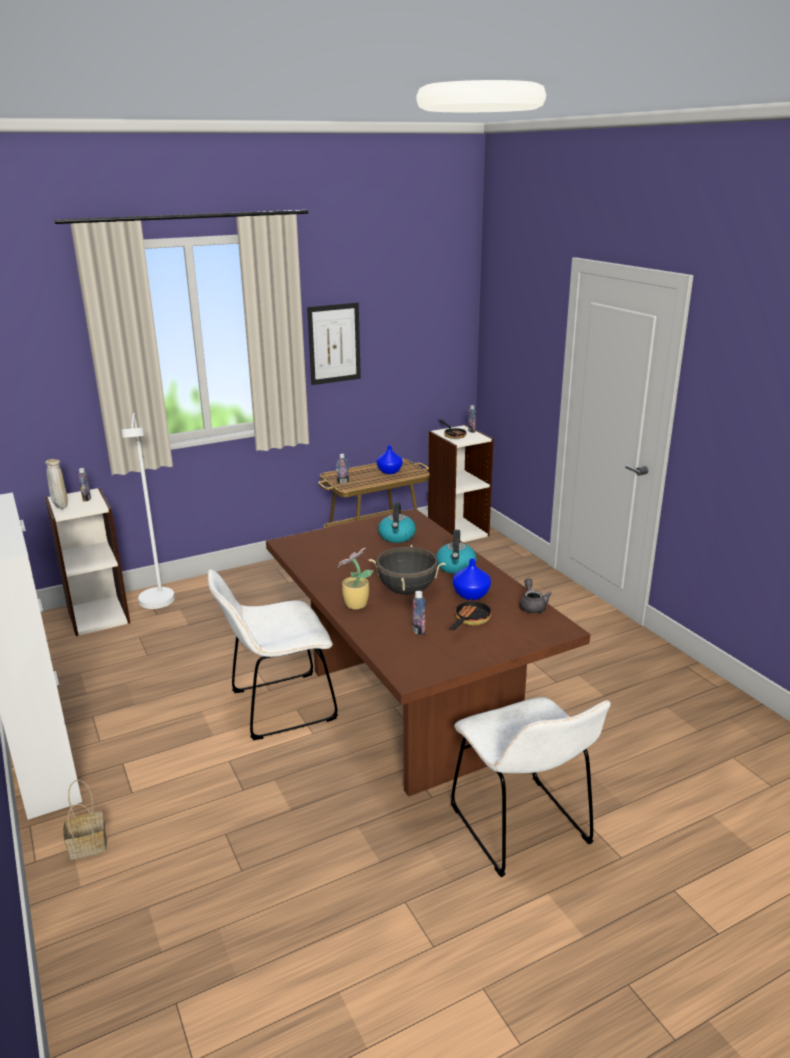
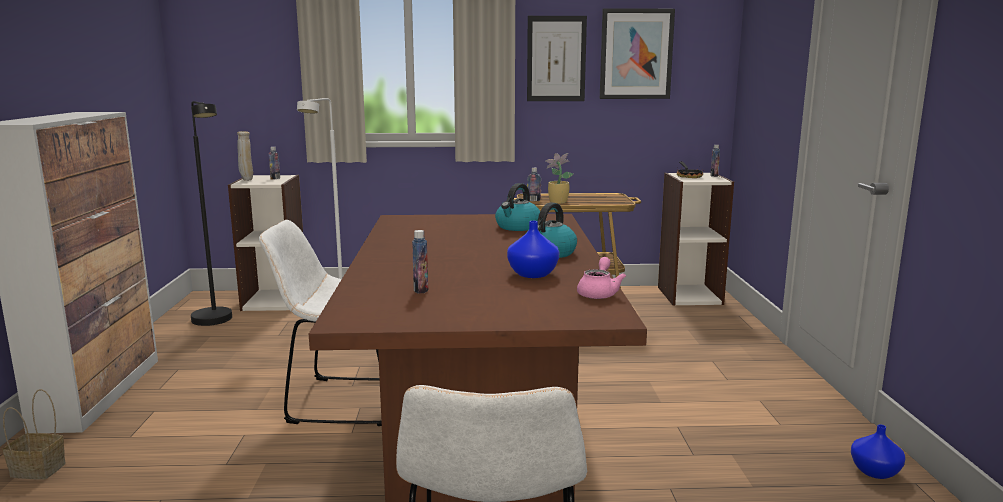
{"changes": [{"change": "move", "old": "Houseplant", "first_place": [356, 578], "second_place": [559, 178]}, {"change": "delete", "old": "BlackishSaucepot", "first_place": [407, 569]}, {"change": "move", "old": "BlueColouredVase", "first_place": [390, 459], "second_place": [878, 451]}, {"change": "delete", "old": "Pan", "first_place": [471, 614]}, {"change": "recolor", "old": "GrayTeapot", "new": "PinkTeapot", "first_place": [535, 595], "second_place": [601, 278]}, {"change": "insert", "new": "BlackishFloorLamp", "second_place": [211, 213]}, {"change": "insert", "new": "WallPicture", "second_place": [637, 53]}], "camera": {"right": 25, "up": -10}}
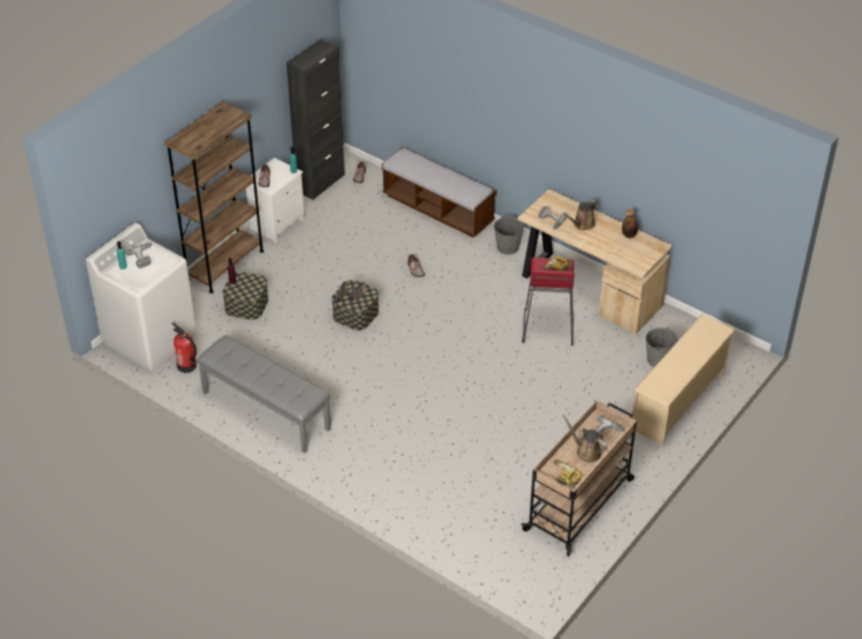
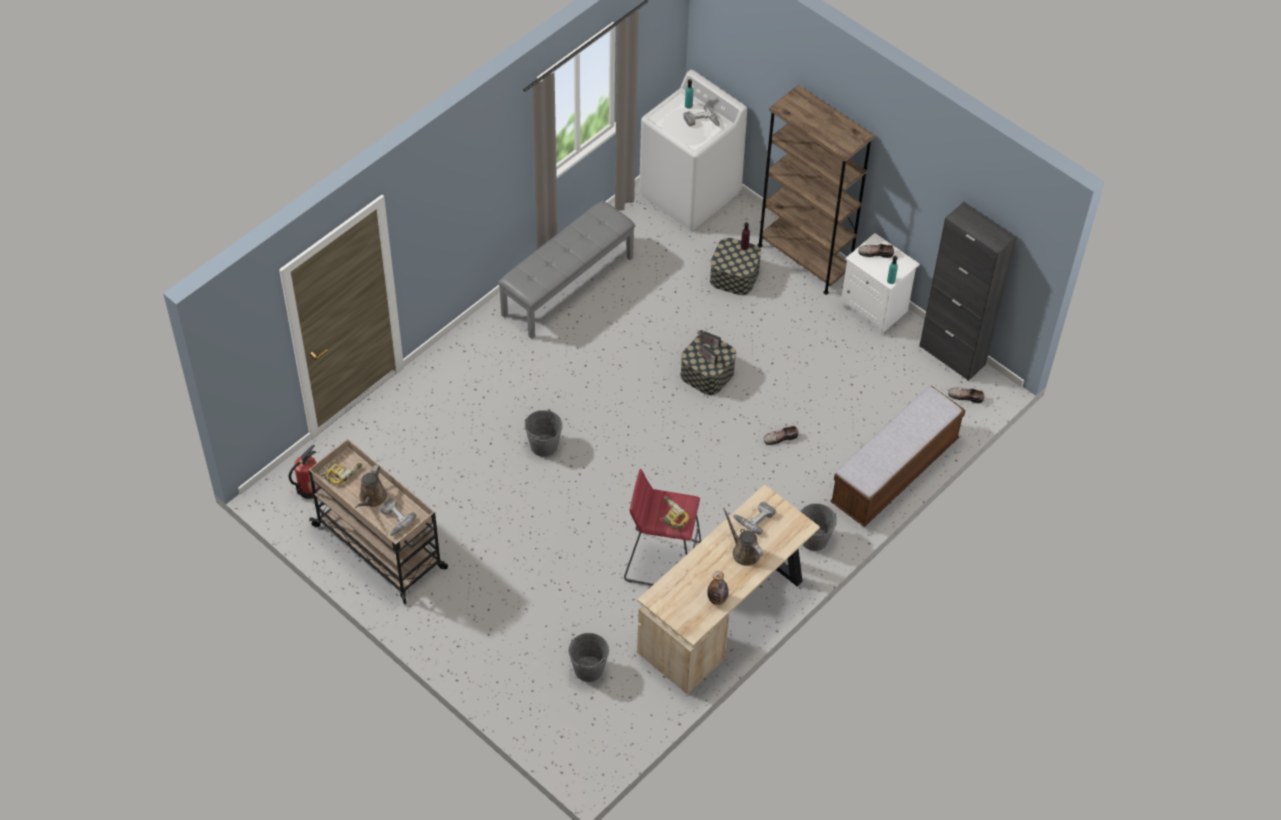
{"changes": [{"change": "move", "old": "Extinguisher", "first_place": [184, 347], "second_place": [304, 471]}, {"change": "rotate", "old": "BrownColouredSprinklingCan", "first_place": [584, 438], "second_place": [371, 486], "degrees": 150}, {"change": "delete", "old": "BeigeShoeStand", "first_place": [684, 380]}, {"change": "insert", "new": "GrayBucket", "second_place": [544, 433]}], "camera": {"right": 95, "up": 10}}
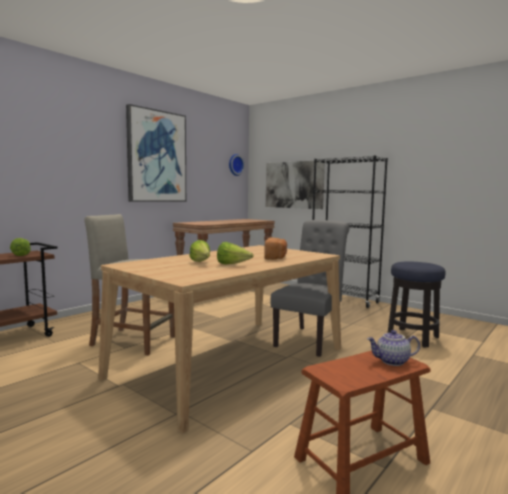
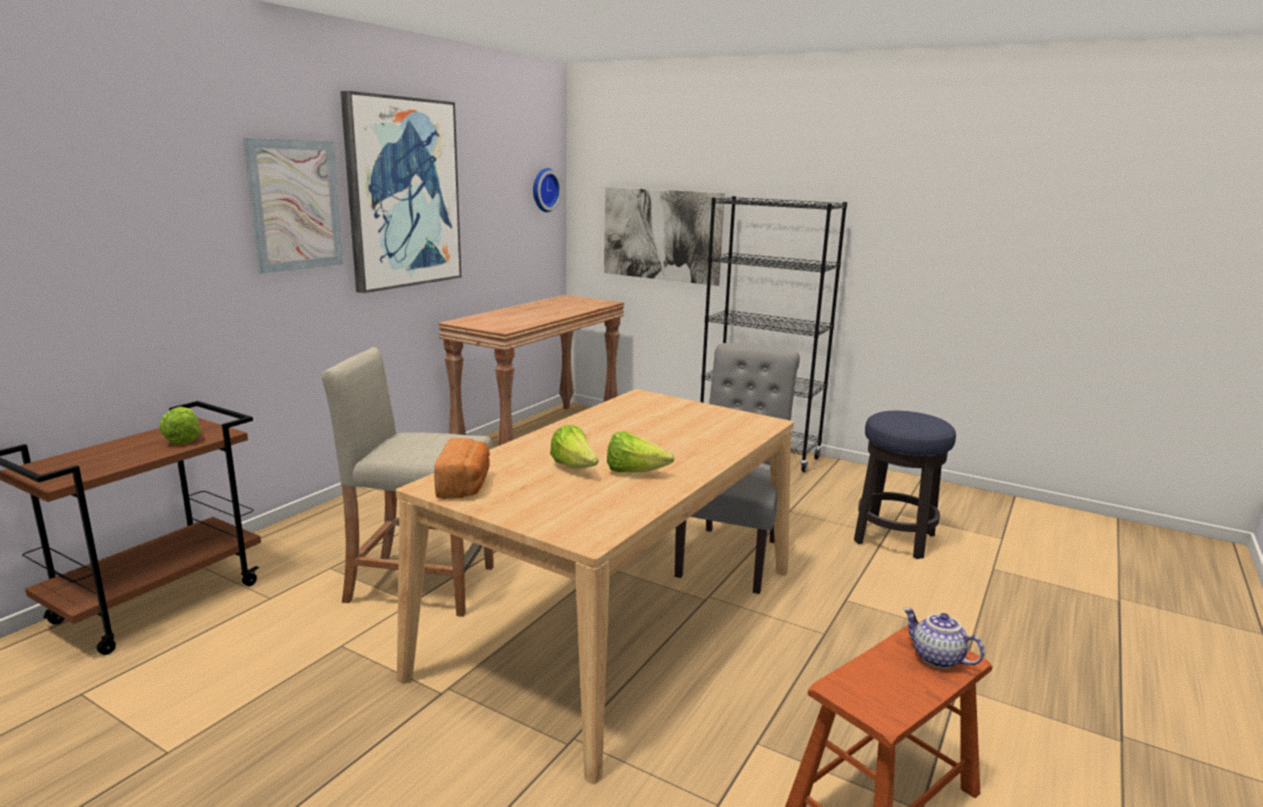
{"changes": [{"change": "move", "old": "Bread", "first_place": [275, 248], "second_place": [462, 468]}, {"change": "rotate", "old": "Teapot", "first_place": [393, 348], "second_place": [944, 638], "degrees": 60}, {"change": "insert", "new": "WallPicture", "second_place": [293, 206]}], "camera": {"right": -10, "up": 10}}
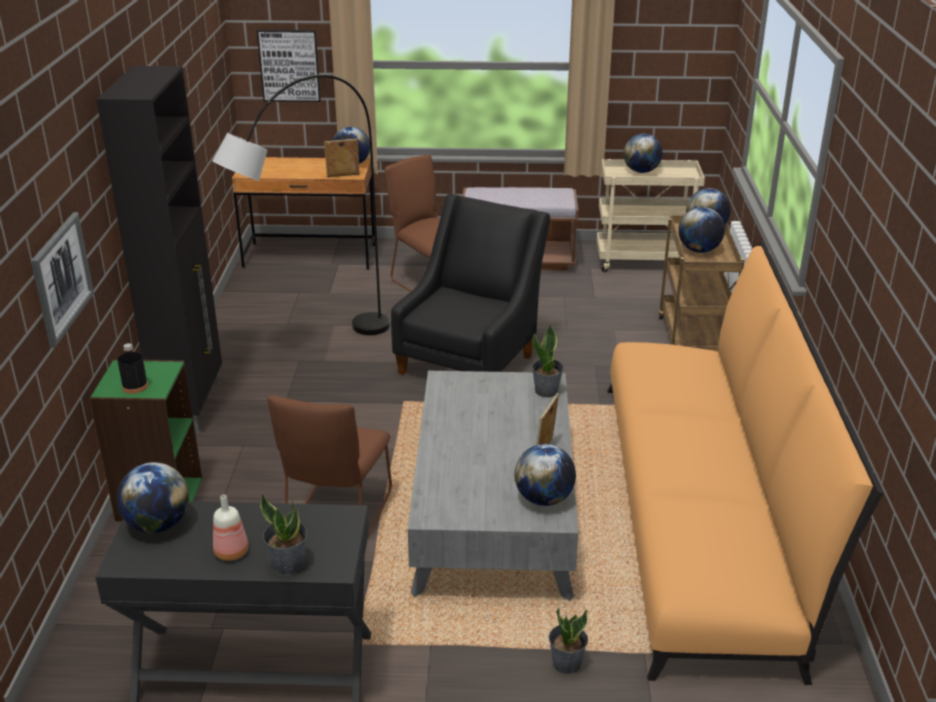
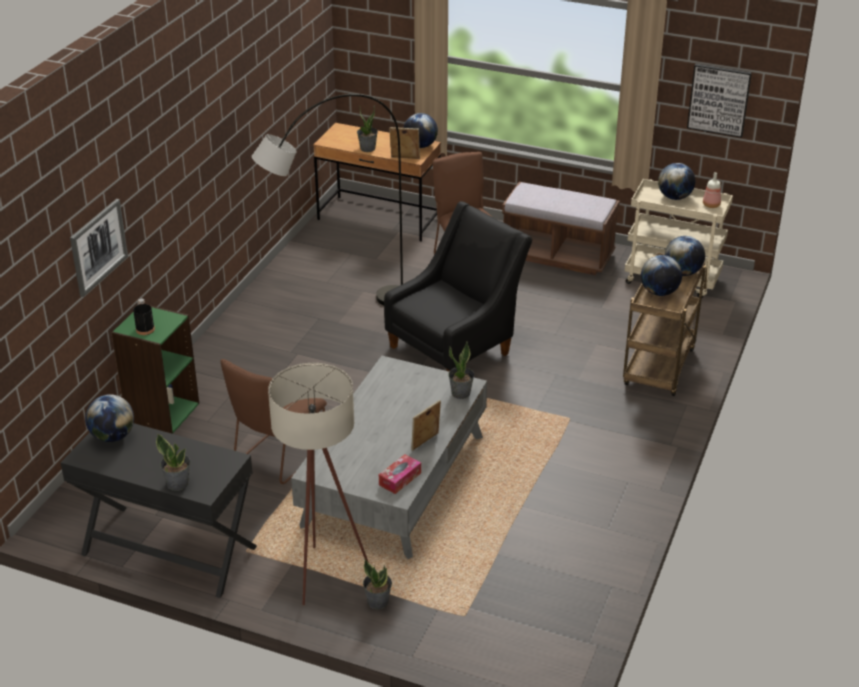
{"changes": [{"change": "delete", "old": "BlackishStorageCabinet", "first_place": [159, 249]}, {"change": "move", "old": "Bottle", "first_place": [230, 528], "second_place": [712, 190]}, {"change": "move", "old": "WallPicture", "first_place": [289, 66], "second_place": [719, 101]}, {"change": "replace", "old": "WorldGlobe", "new": "TissueHolder", "first_place": [545, 475], "second_place": [400, 474]}, {"change": "delete", "old": "OrangeSettee", "first_place": [746, 463]}, {"change": "insert", "new": "BeigeFloorLamp", "second_place": [318, 484]}, {"change": "insert", "new": "Houseplant", "second_place": [367, 128]}], "camera": {"right": 20, "up": 5}}
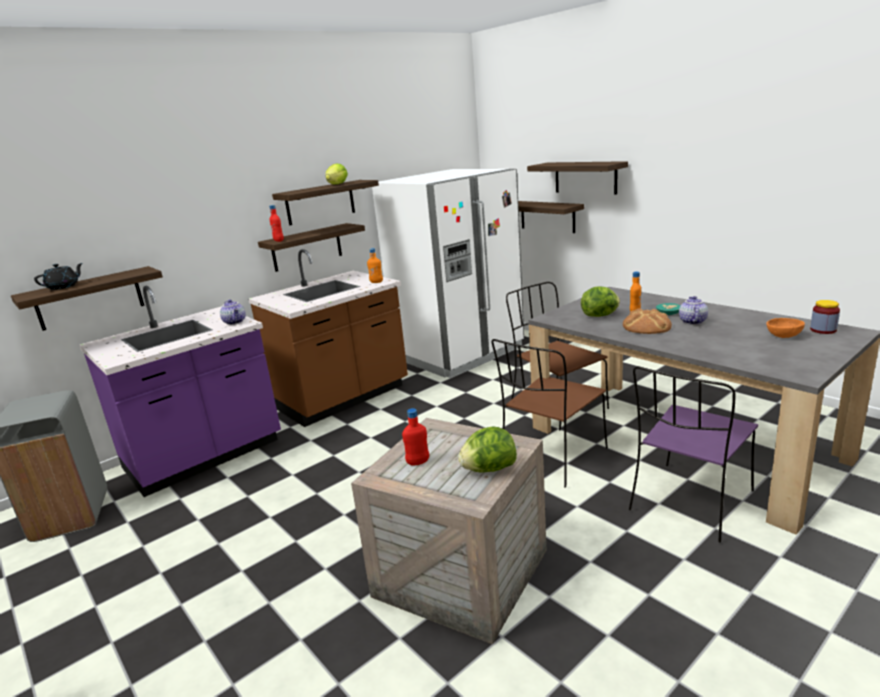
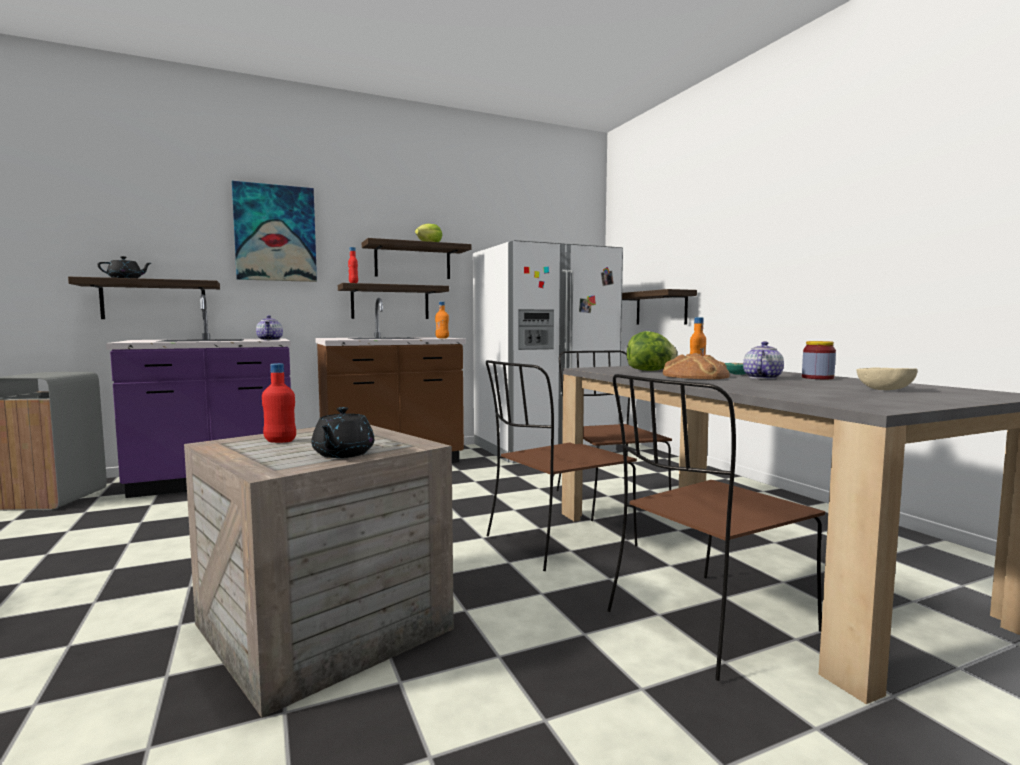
{"changes": [{"change": "replace", "old": "HeadOfLettuce", "new": "BlackishTeapot", "first_place": [487, 449], "second_place": [342, 432]}, {"change": "delete", "old": "WallShelf", "first_place": [577, 178]}, {"change": "recolor", "old": "PurplishPlainChair", "new": "BrownColouredPlainChair", "first_place": [693, 454], "second_place": [716, 527]}, {"change": "recolor", "old": "OrangeDeepDish", "new": "BeigeDeepDish", "first_place": [785, 328], "second_place": [887, 379]}, {"change": "move", "old": "StorageJar", "first_place": [825, 317], "second_place": [819, 360]}, {"change": "insert", "new": "WallPicture", "second_place": [274, 231]}], "camera": {"right": 15, "up": -15}}
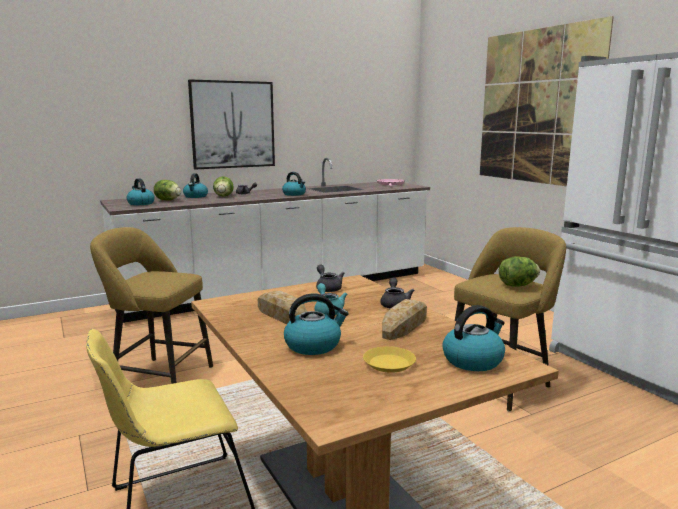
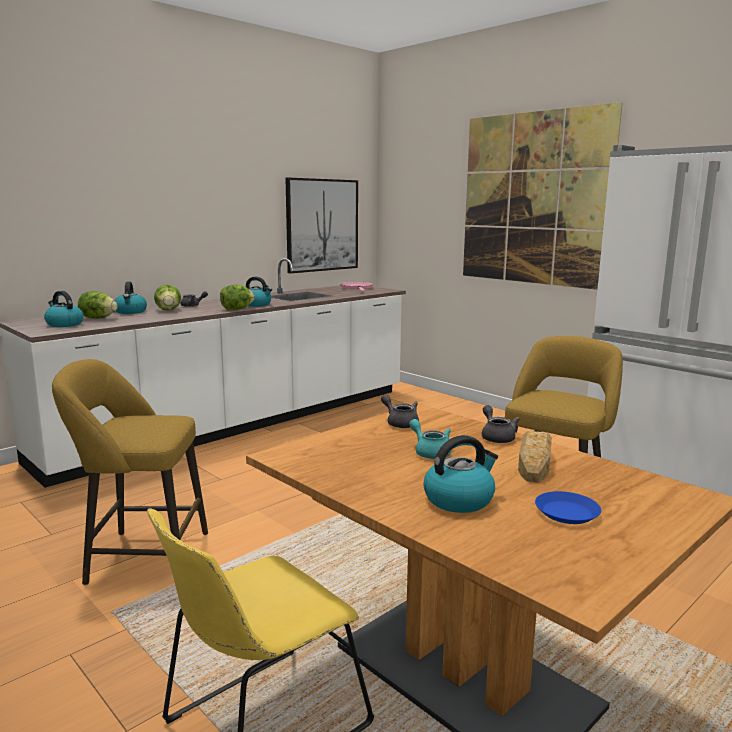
{"changes": [{"change": "move", "old": "WallPicture", "first_place": [231, 124], "second_place": [321, 226]}, {"change": "delete", "old": "Bread", "first_place": [282, 307]}, {"change": "recolor", "old": "YellowFlatDish", "new": "BlueColouredFlatDish", "first_place": [389, 359], "second_place": [568, 507]}, {"change": "delete", "old": "Kettle", "first_place": [473, 338]}, {"change": "move", "old": "HeadOfLettuce", "first_place": [519, 271], "second_place": [237, 297]}], "camera": {"right": -15, "up": 0}}
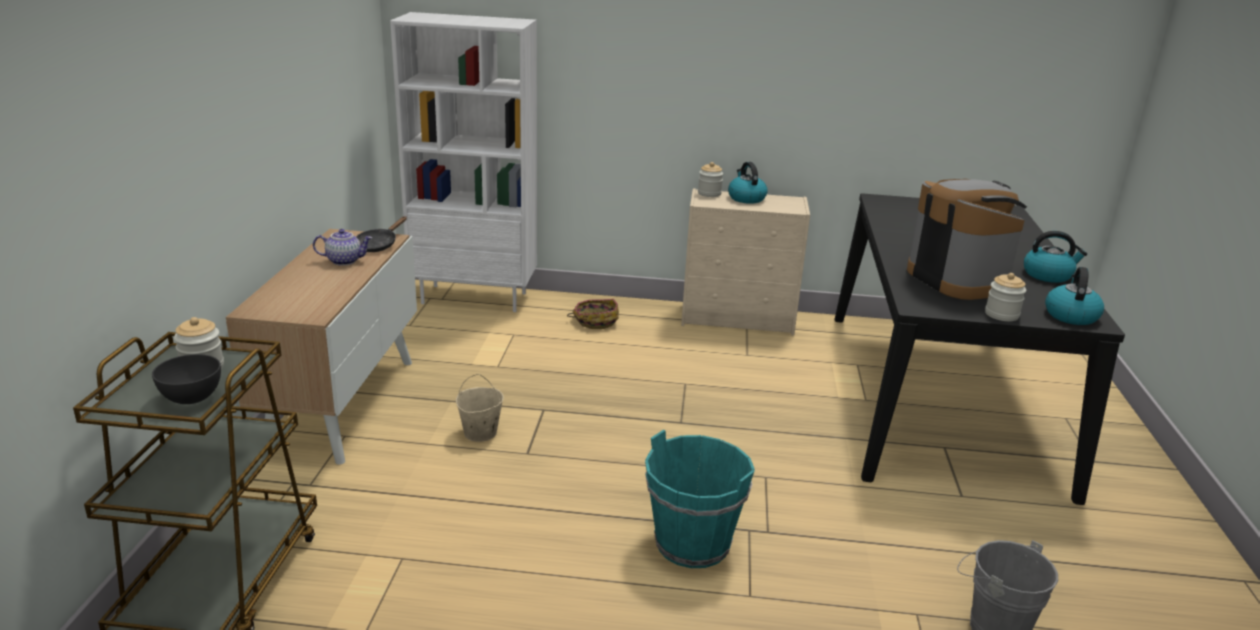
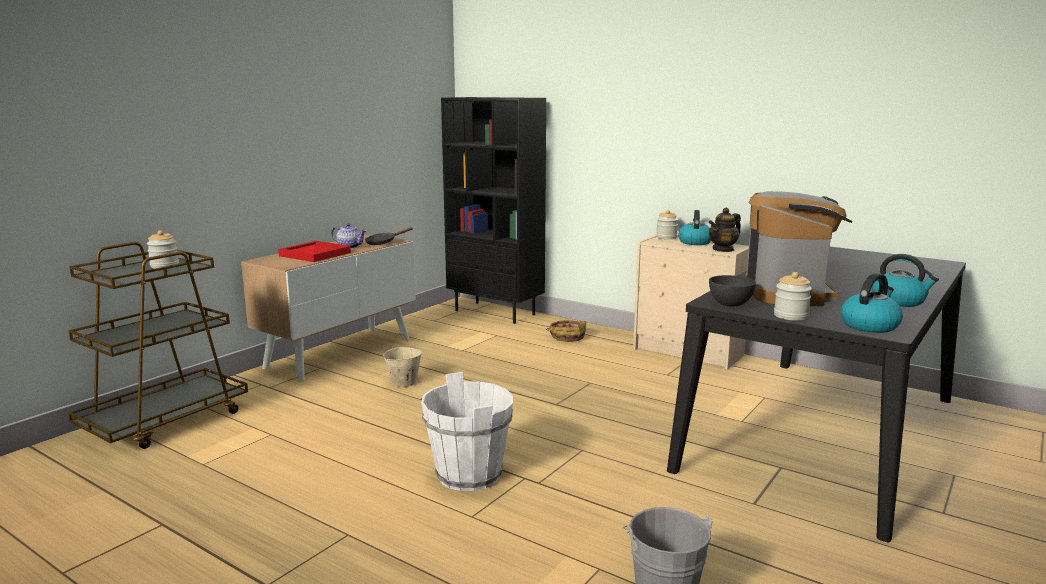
{"changes": [{"change": "move", "old": "GrayDeepDish", "first_place": [186, 379], "second_place": [732, 290]}, {"change": "recolor", "old": "WhiteBookcase", "new": "BlackishBookcase", "first_place": [463, 162], "second_place": [493, 210]}, {"change": "recolor", "old": "BlueGreenBucket", "new": "WhiteBucket", "first_place": [700, 499], "second_place": [467, 431]}, {"change": "insert", "new": "ReddishServingTray", "second_place": [314, 251]}, {"change": "insert", "new": "Teapot", "second_place": [725, 229]}], "camera": {"right": 30, "up": -10}}
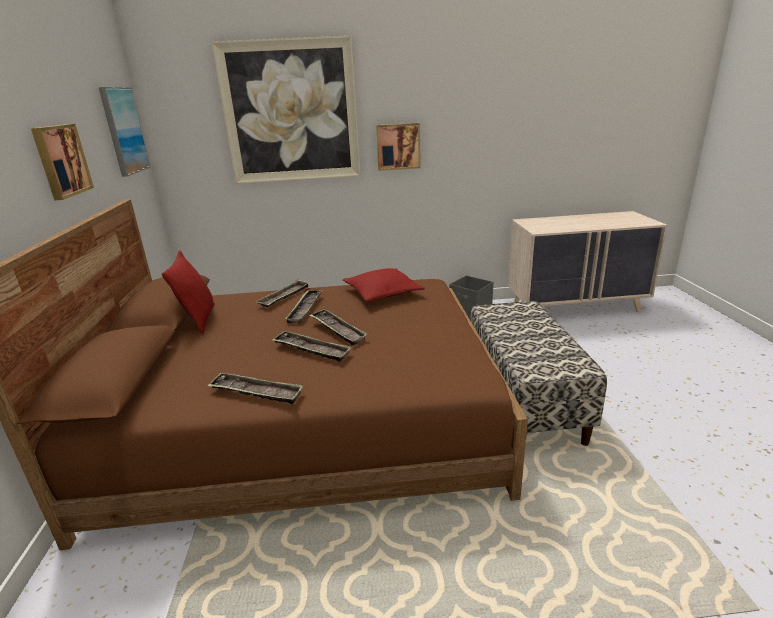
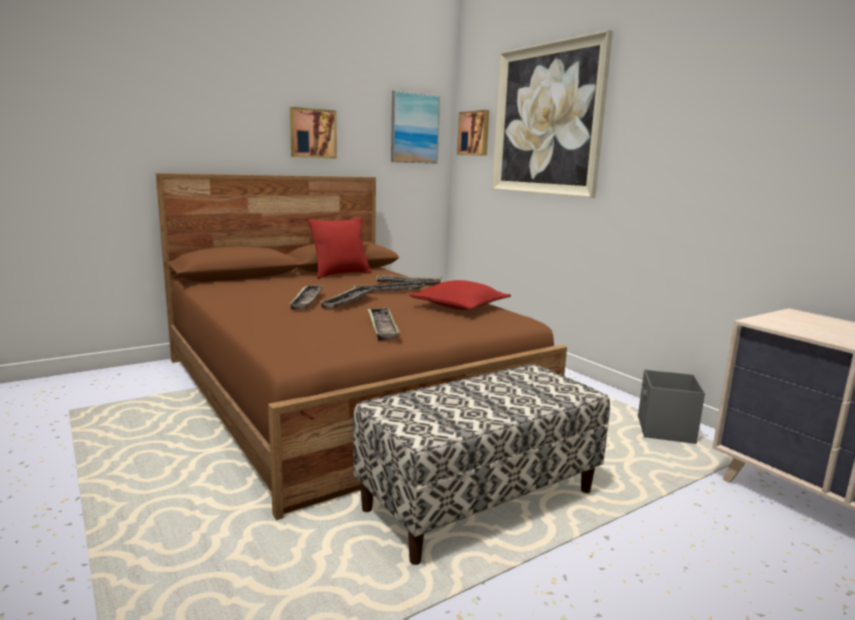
{"changes": [{"change": "move", "old": "ServingTray", "first_place": [255, 388], "second_place": [384, 324]}, {"change": "move", "old": "WallPicture", "first_place": [398, 147], "second_place": [473, 133]}], "camera": {"right": 60, "up": -10}}
